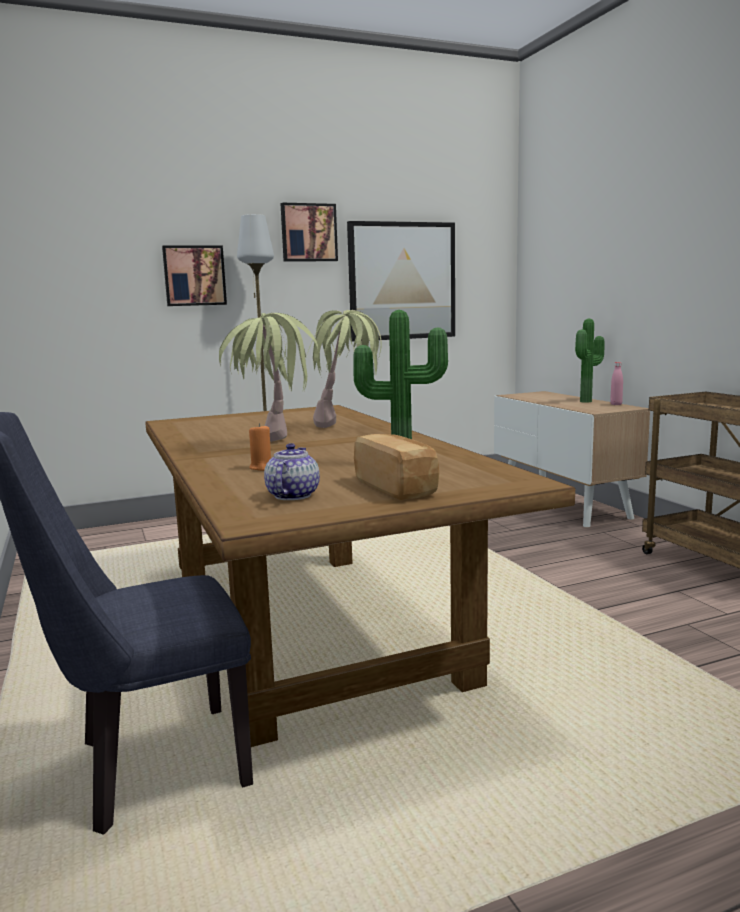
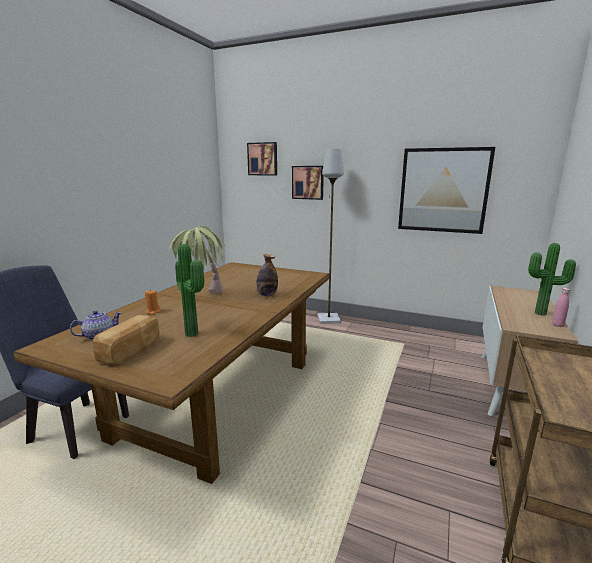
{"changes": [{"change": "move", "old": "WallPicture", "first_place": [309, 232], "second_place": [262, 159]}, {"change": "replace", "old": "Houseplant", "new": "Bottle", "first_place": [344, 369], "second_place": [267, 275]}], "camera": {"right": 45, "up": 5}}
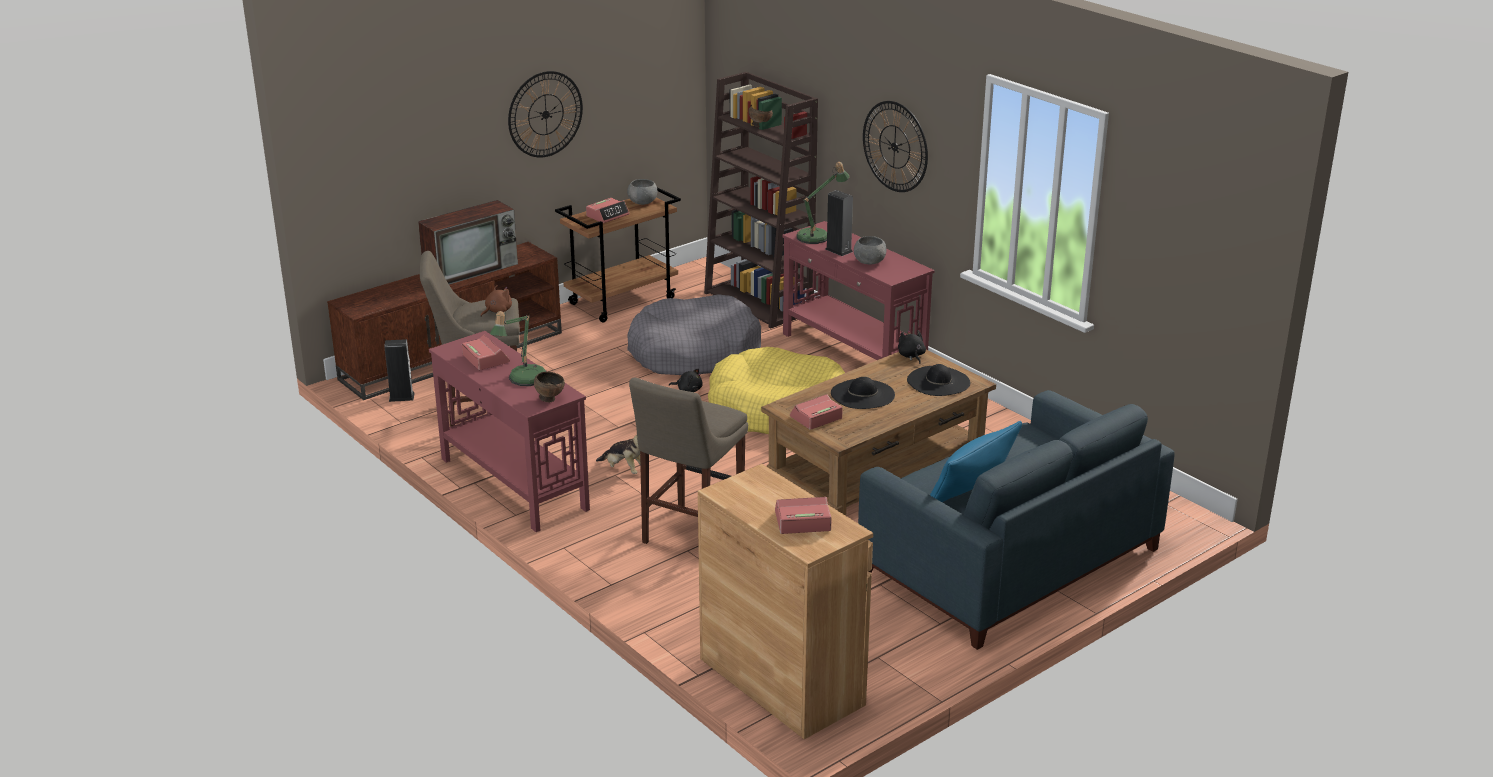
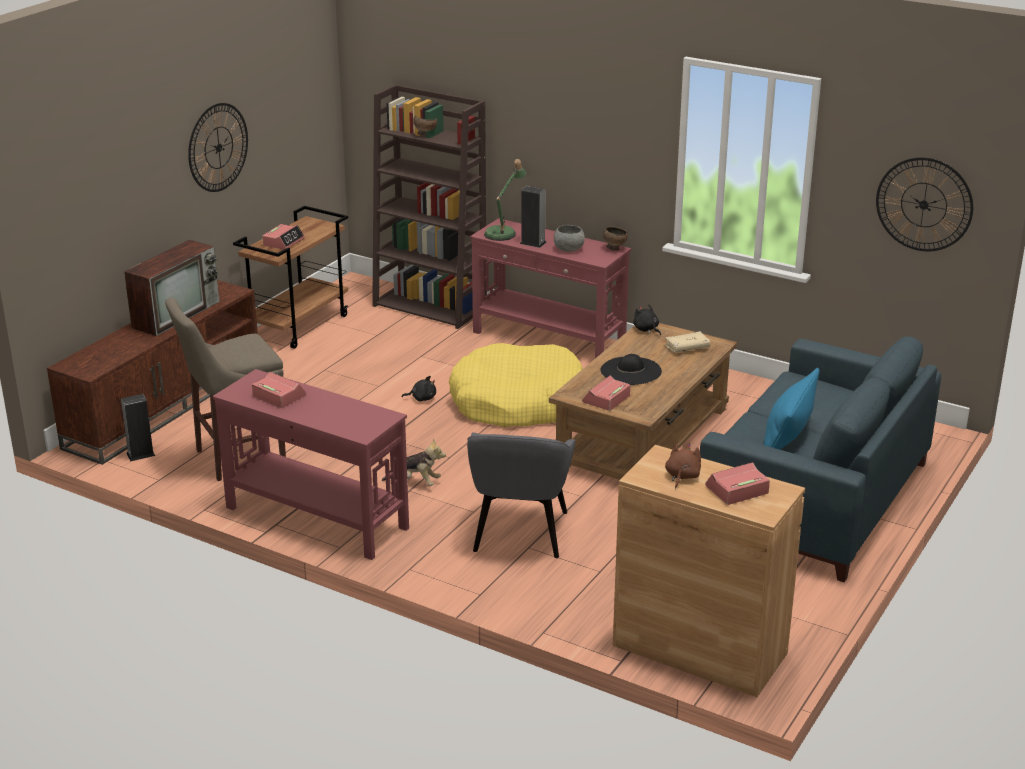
{"changes": [{"change": "move", "old": "BrownColouredSoftToy", "first_place": [496, 301], "second_place": [683, 465]}, {"change": "delete", "old": "TabletopLamp", "first_place": [518, 348]}, {"change": "move", "old": "BrownColouredDeepDish", "first_place": [549, 387], "second_place": [615, 239]}, {"change": "delete", "old": "GrayDeepDish", "first_place": [642, 192]}, {"change": "delete", "old": "GrayDogBed", "first_place": [694, 334]}, {"change": "replace", "old": "BeigeSittingStool", "new": "GrayArmchair", "first_place": [688, 460], "second_place": [521, 495]}, {"change": "move", "old": "ClockOnTheWall", "first_place": [895, 146], "second_place": [924, 204]}, {"change": "replace", "old": "BlackishHat", "new": "BeigeVolume", "first_place": [938, 380], "second_place": [687, 342]}], "camera": {"right": -20, "up": 0}}
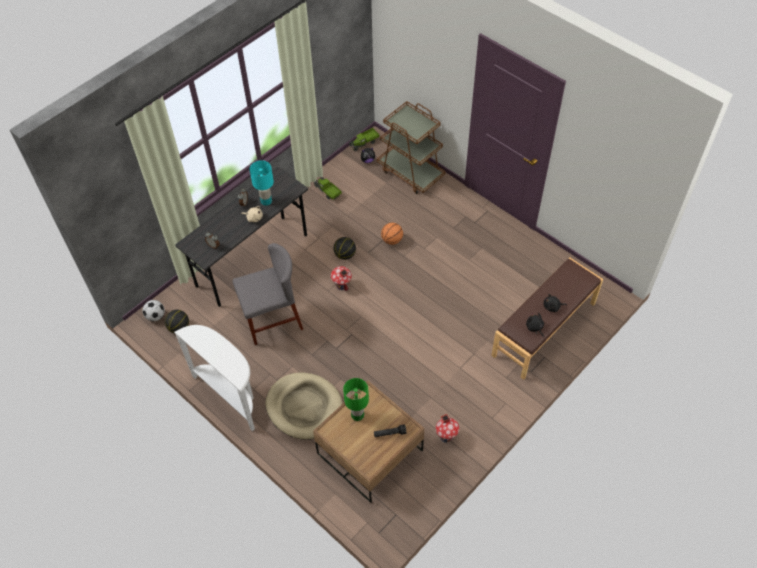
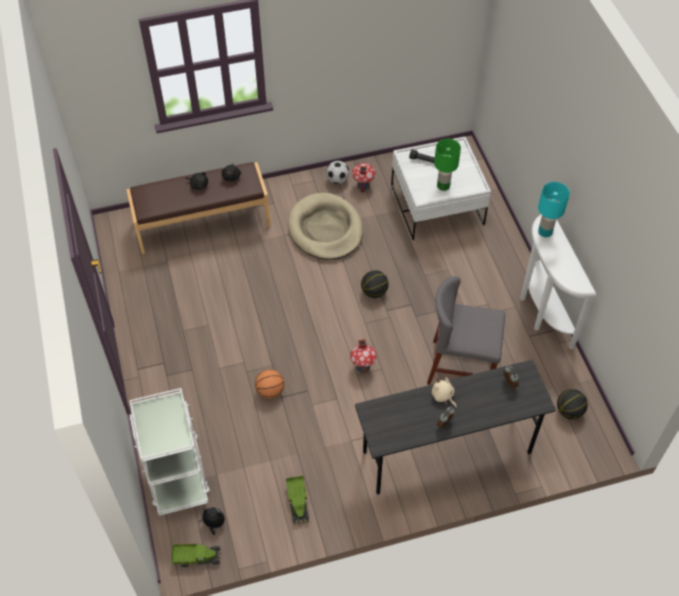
{"changes": [{"change": "move", "old": "Football", "first_place": [153, 310], "second_place": [337, 172]}, {"change": "move", "old": "BlueGreenTabletopLamp", "first_place": [262, 183], "second_place": [554, 209]}, {"change": "move", "old": "BeigeDogBed", "first_place": [304, 406], "second_place": [325, 226]}, {"change": "recolor", "old": "BrownColouredLoungeTable", "new": "WhiteLoungeTable", "first_place": [369, 442], "second_place": [441, 188]}, {"change": "move", "old": "BasketballBall", "first_place": [344, 248], "second_place": [375, 284]}, {"change": "recolor", "old": "BrownColouredCart", "new": "WhiteCart", "first_place": [411, 147], "second_place": [170, 452]}], "camera": {"right": -150, "up": 0}}
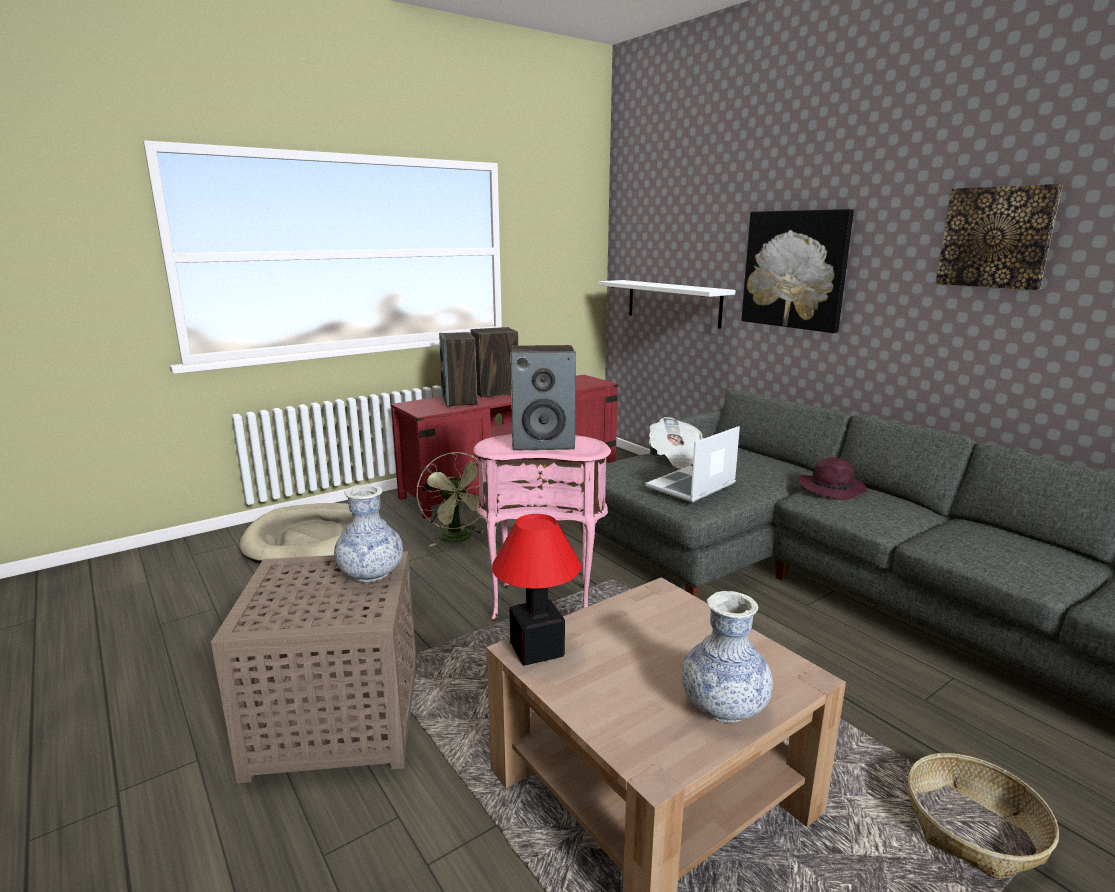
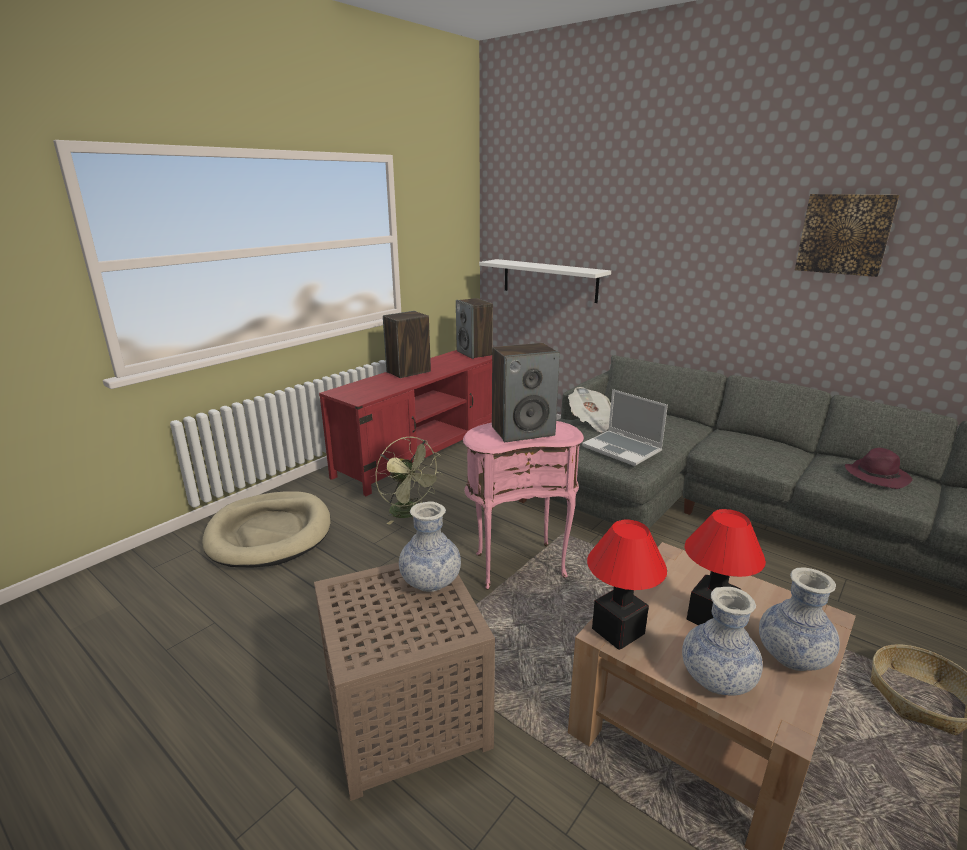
{"changes": [{"change": "move", "old": "Speaker", "first_place": [458, 369], "second_place": [474, 328]}, {"change": "rotate", "old": "NotebookComputer", "first_place": [692, 464], "second_place": [625, 427], "degrees": -75}, {"change": "delete", "old": "WallPicture", "first_place": [797, 271]}, {"change": "move", "old": "PurplishHat", "first_place": [832, 478], "second_place": [879, 468]}, {"change": "insert", "new": "Vase", "second_place": [722, 641]}, {"change": "insert", "new": "TabletopLamp", "second_place": [725, 567]}], "camera": {"right": -15, "up": 5}}
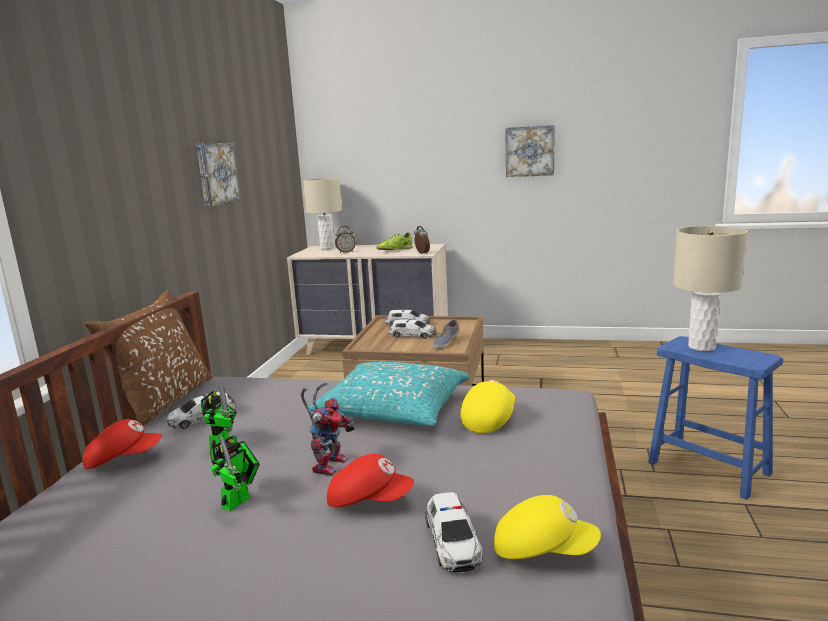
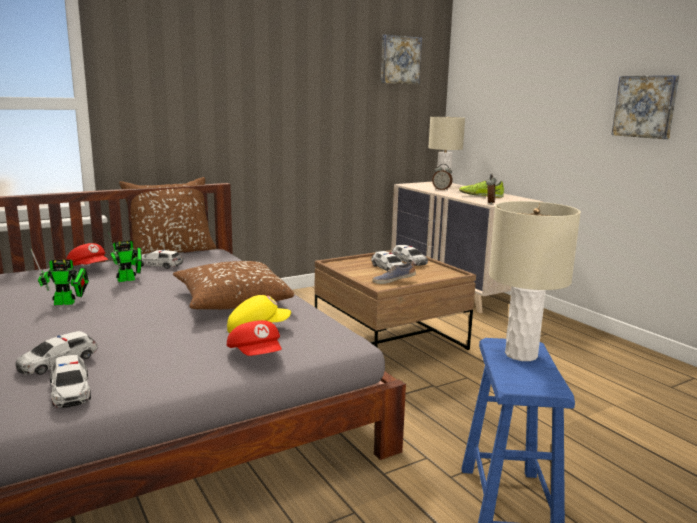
{"changes": [{"change": "move", "old": "WallPicture", "first_place": [218, 174], "second_place": [401, 59]}, {"change": "delete", "old": "ModelRobot", "first_place": [327, 429]}, {"change": "recolor", "old": "BlueGreenThrowPillow", "new": "BrownColouredThrowPillow", "first_place": [389, 394], "second_place": [233, 285]}, {"change": "move", "old": "ReddishBaseballCap", "first_place": [370, 480], "second_place": [254, 338]}, {"change": "replace", "old": "YellowBaseballCap", "new": "ToyCar", "first_place": [547, 527], "second_place": [70, 381]}], "camera": {"right": 45, "up": 0}}
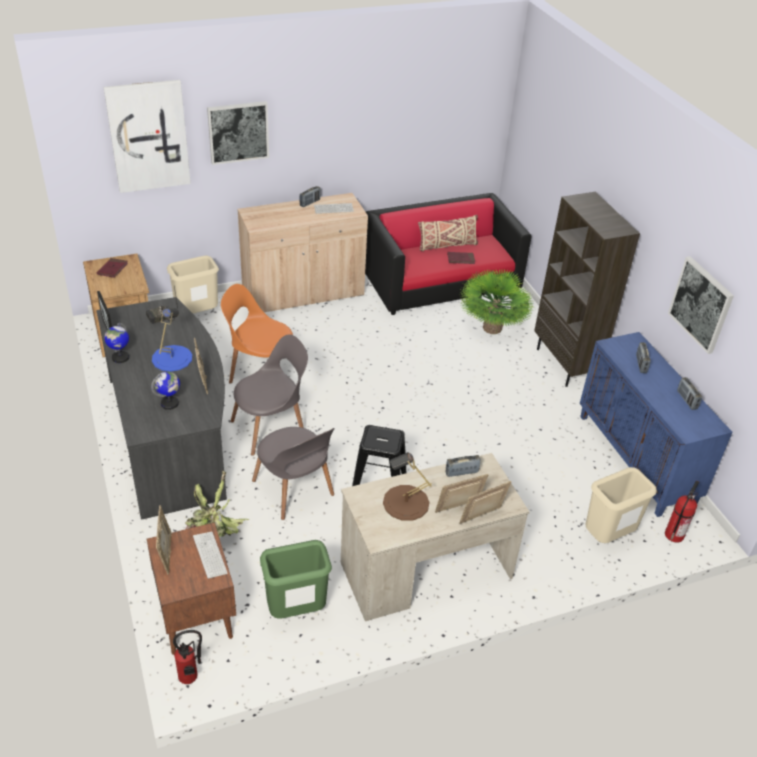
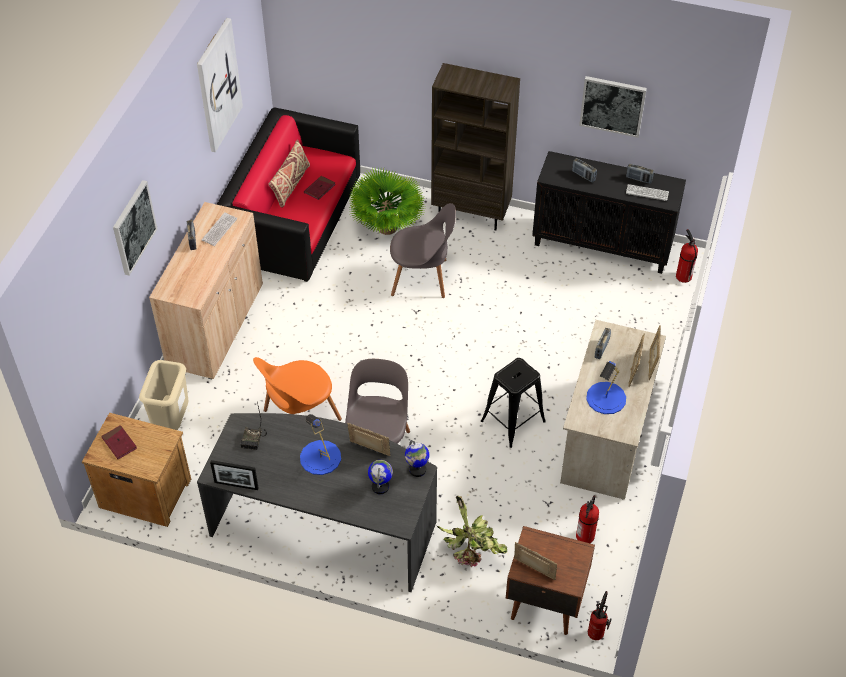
{"changes": [{"change": "move", "old": "WallPicture", "first_place": [147, 136], "second_place": [220, 85]}, {"change": "move", "old": "WorldGlobe", "first_place": [116, 343], "second_place": [417, 458]}, {"change": "move", "old": "ComputerKeyboard", "first_place": [210, 555], "second_place": [647, 192]}, {"change": "move", "old": "GrayPlainChair", "first_place": [293, 473], "second_place": [423, 250]}, {"change": "replace", "old": "GreenishWasteBin", "new": "Extinguisher", "first_place": [296, 579], "second_place": [587, 519]}, {"change": "recolor", "old": "BrownColouredTabletopLamp", "new": "BlueColouredTabletopLamp", "first_place": [407, 486], "second_place": [606, 387]}, {"change": "recolor", "old": "BlueColouredStorageCabinet", "new": "BlackishStorageCabinet", "first_place": [656, 424], "second_place": [609, 212]}, {"change": "delete", "old": "BeigeWasteBin", "first_place": [621, 505]}], "camera": {"right": -50, "up": 10}}
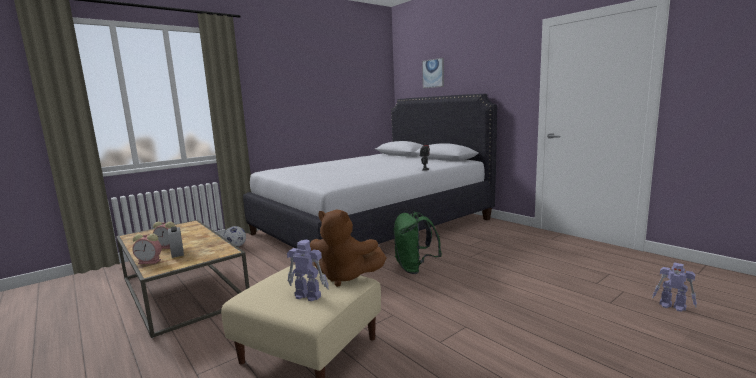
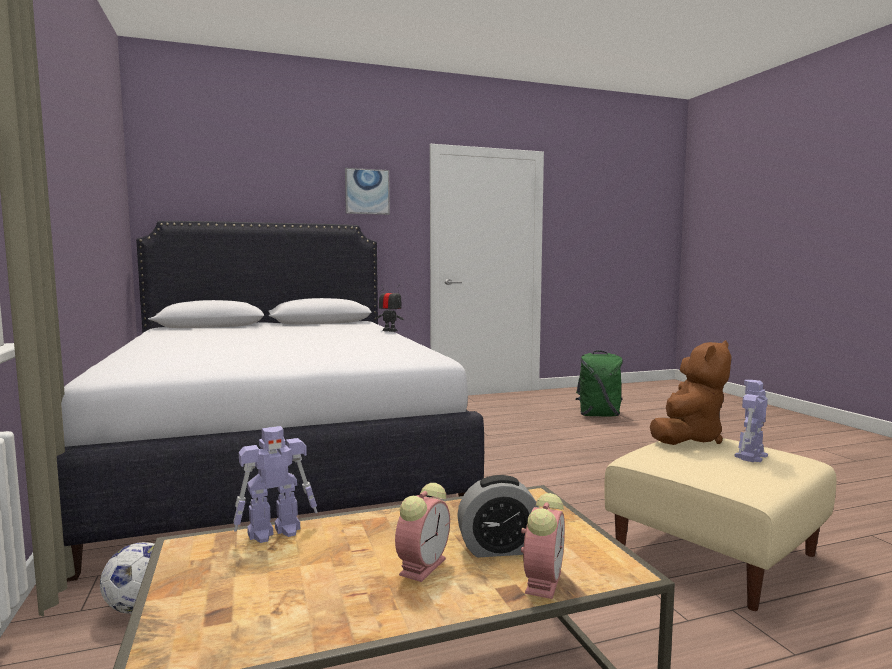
{"changes": [{"change": "move", "old": "GreenishKnapsack", "first_place": [418, 242], "second_place": [599, 384]}, {"change": "move", "old": "WallPicture", "first_place": [433, 73], "second_place": [367, 191]}, {"change": "move", "old": "ModelRobot", "first_place": [674, 287], "second_place": [275, 484]}], "camera": {"right": -70, "up": -5}}
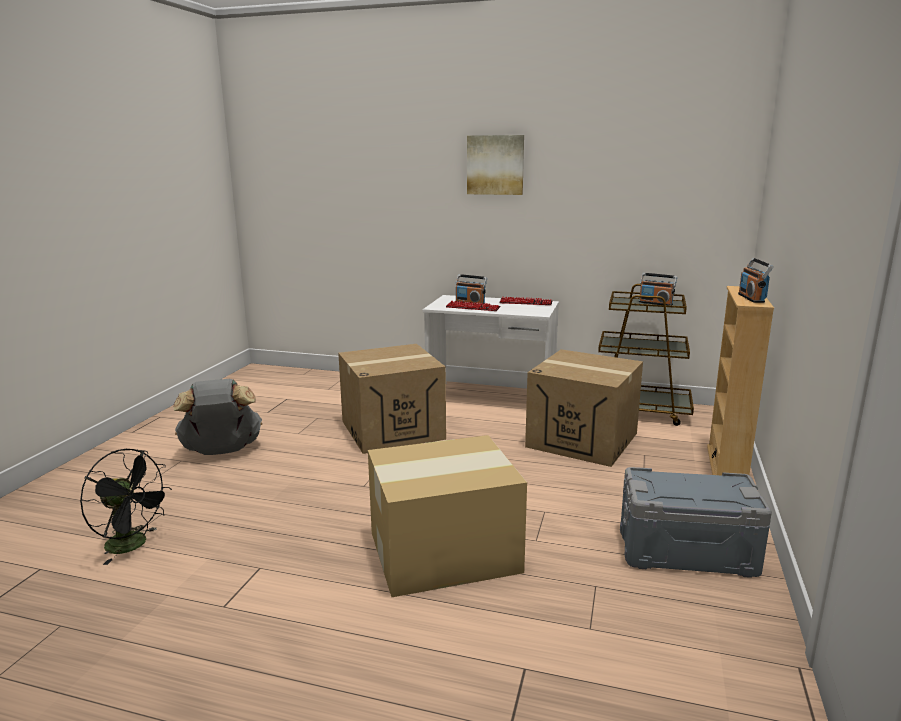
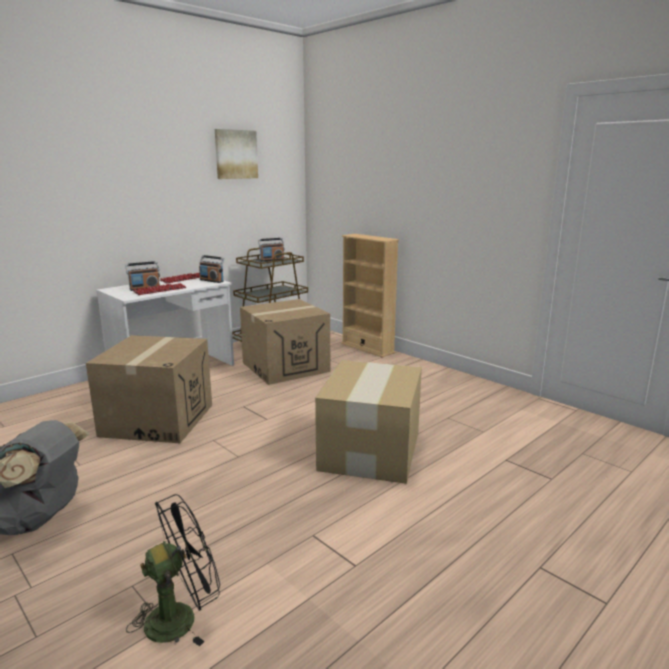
{"changes": [{"change": "move", "old": "WallPicture", "first_place": [495, 165], "second_place": [236, 154]}, {"change": "delete", "old": "GrayStorageContainer", "first_place": [696, 522]}, {"change": "move", "old": "Radio", "first_place": [756, 280], "second_place": [211, 269]}], "camera": {"right": -60, "up": 0}}
